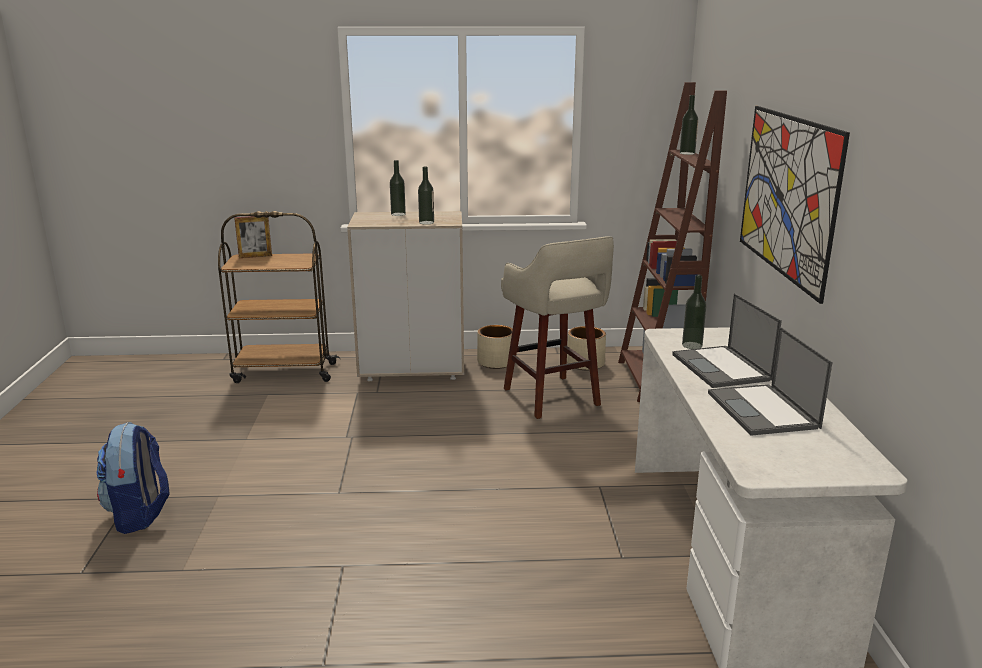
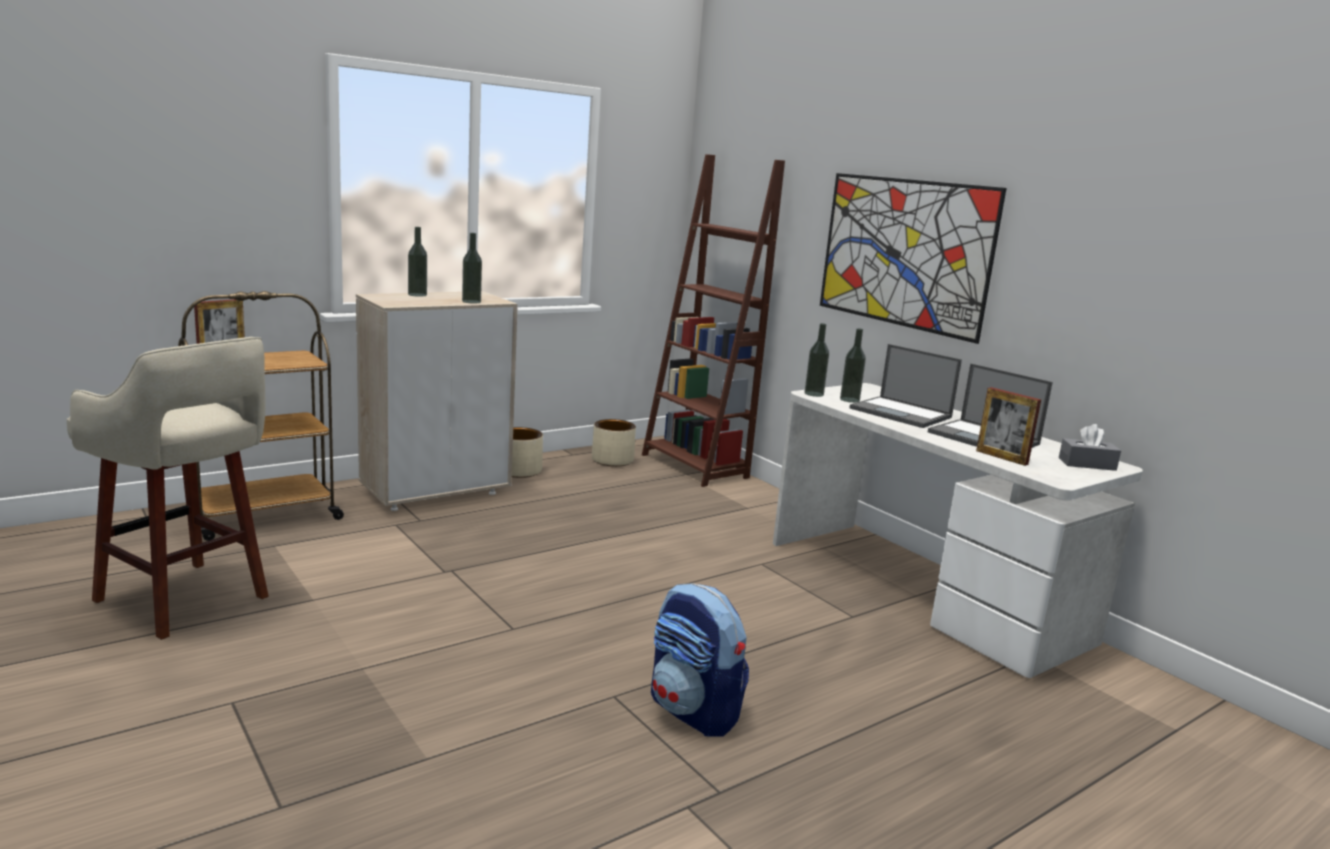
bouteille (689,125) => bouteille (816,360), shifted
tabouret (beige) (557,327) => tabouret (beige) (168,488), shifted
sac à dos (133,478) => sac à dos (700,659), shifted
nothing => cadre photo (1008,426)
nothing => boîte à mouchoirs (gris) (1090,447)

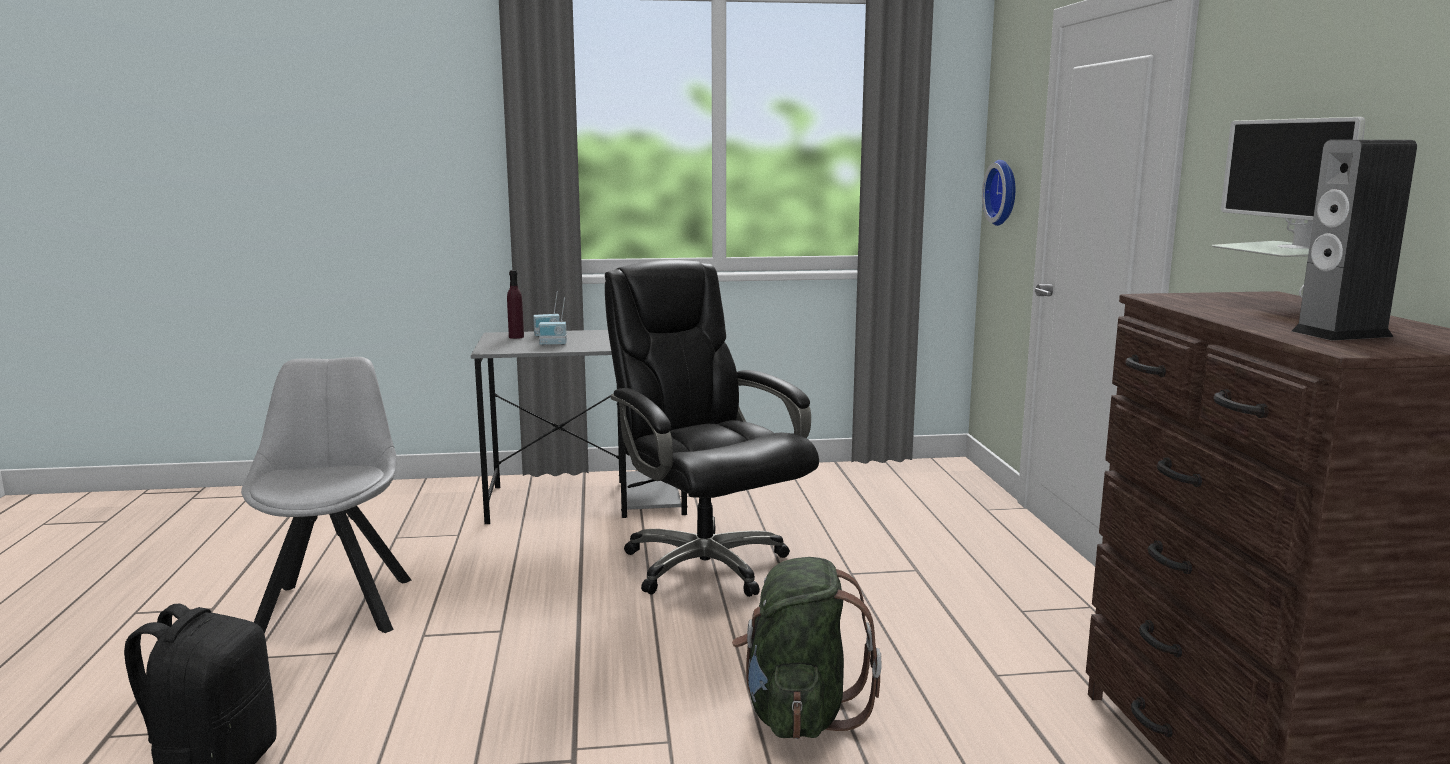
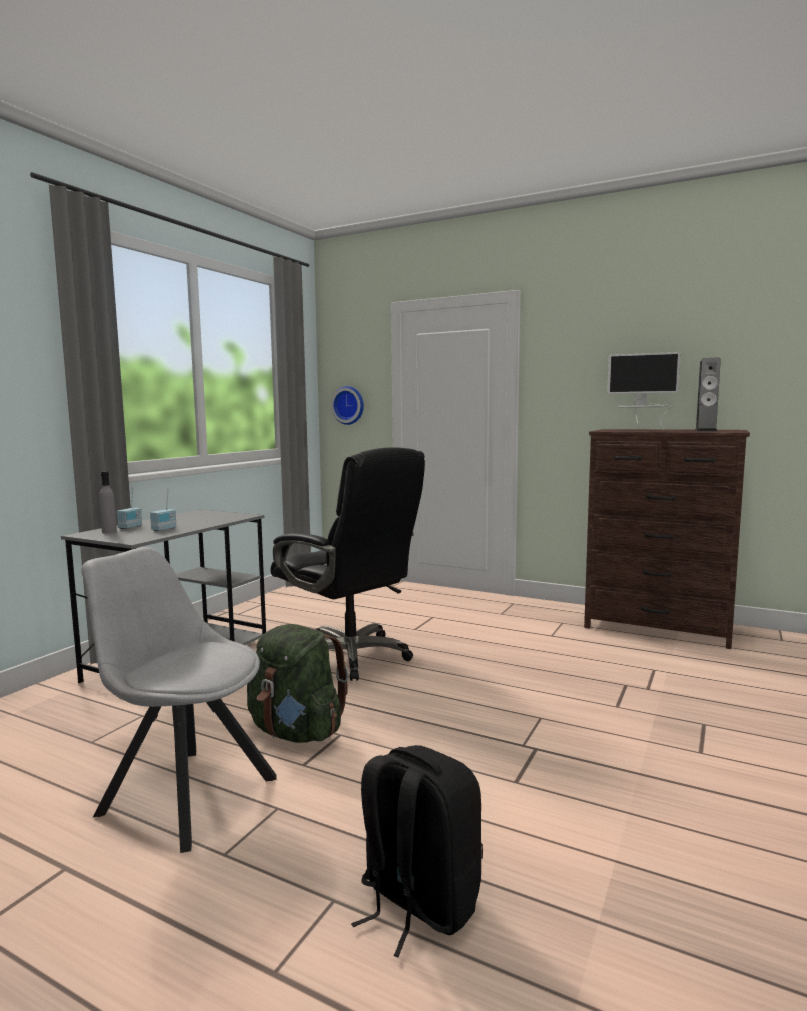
chaise de bureau (noir) (712,428) => chaise de bureau (noir) (348,564), 135 degrees counterclockwise
bouteille (violet) (515,304) => bouteille (gris) (108,502)
sac à dos (vert) (807,648) => sac à dos (vert) (298,683), shifted

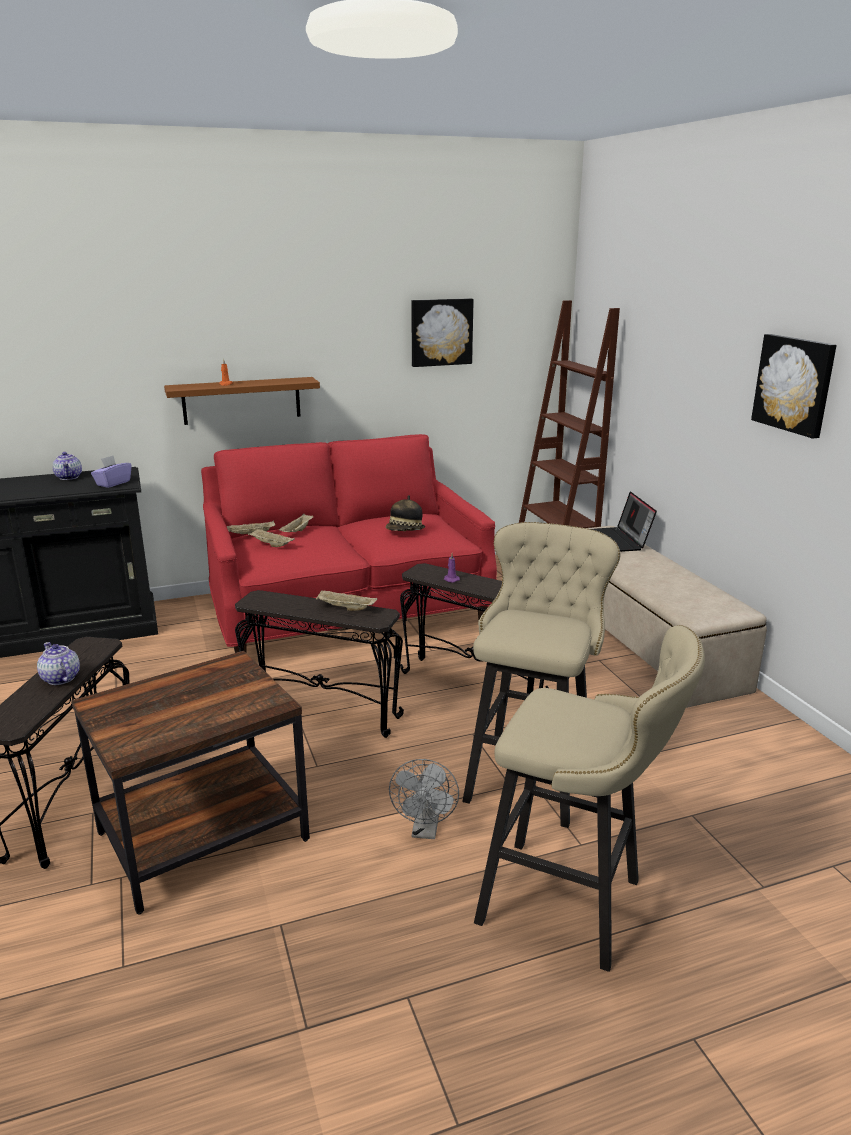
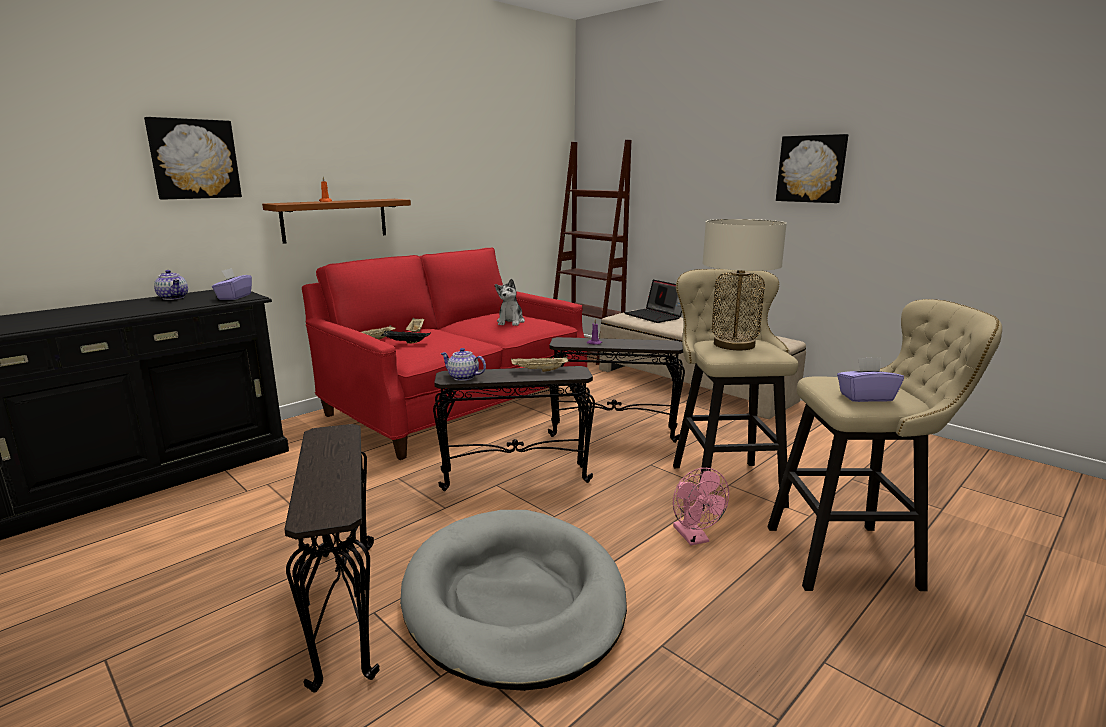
tableau (442,332) => tableau (193,158), shifted
chapeau (405,513) => peluche (510,302)
plateau (beige) (271,538) => plateau (noir) (406,337)
théière (58,663) => théière (463,364), shifted
table d'appoint (marron) (190,782) => panier pour chien (gris) (513,600)
ventilateur (gris) (424,799) => ventilateur (rose) (701,507)
nothing => lampe de table (744,284)
nothing => boîte à mouchoirs (violet) (870,379)

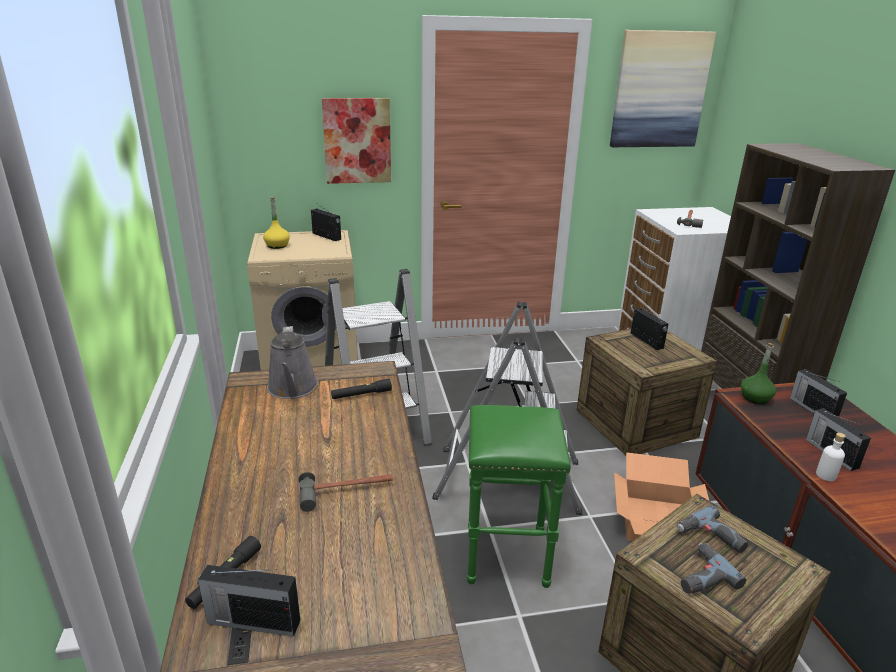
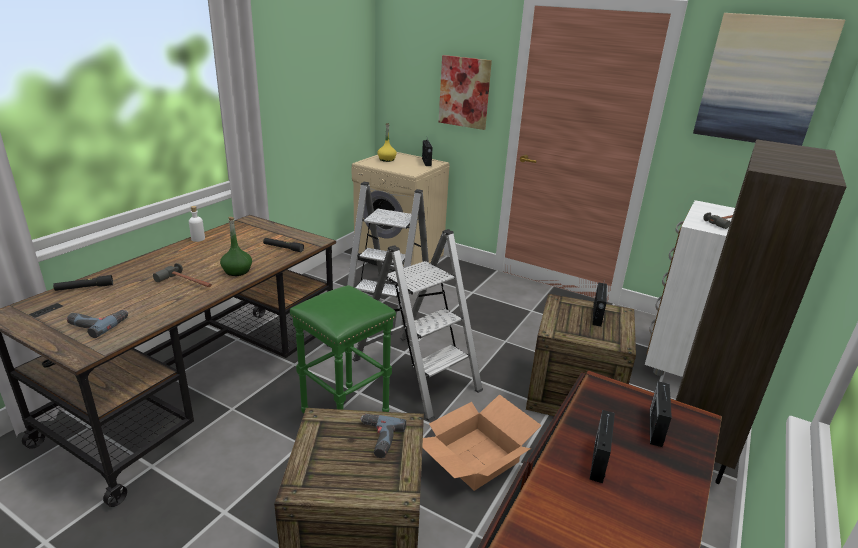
arrosoir (gris) (292,362) => nothing
bouteille (vert) (758,373) => bouteille (vert) (236,246), shifted
bouteille (blanc) (830,457) => bouteille (blanc) (197,224), shifted
perceuse (713,568) => perceuse (97,324), shifted
radio (248,601) => nothing

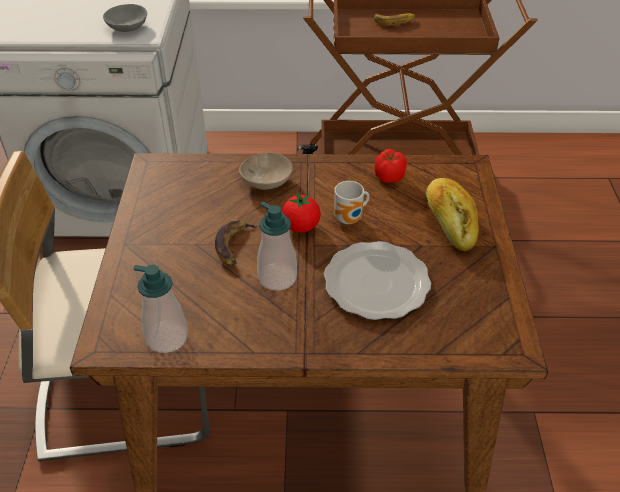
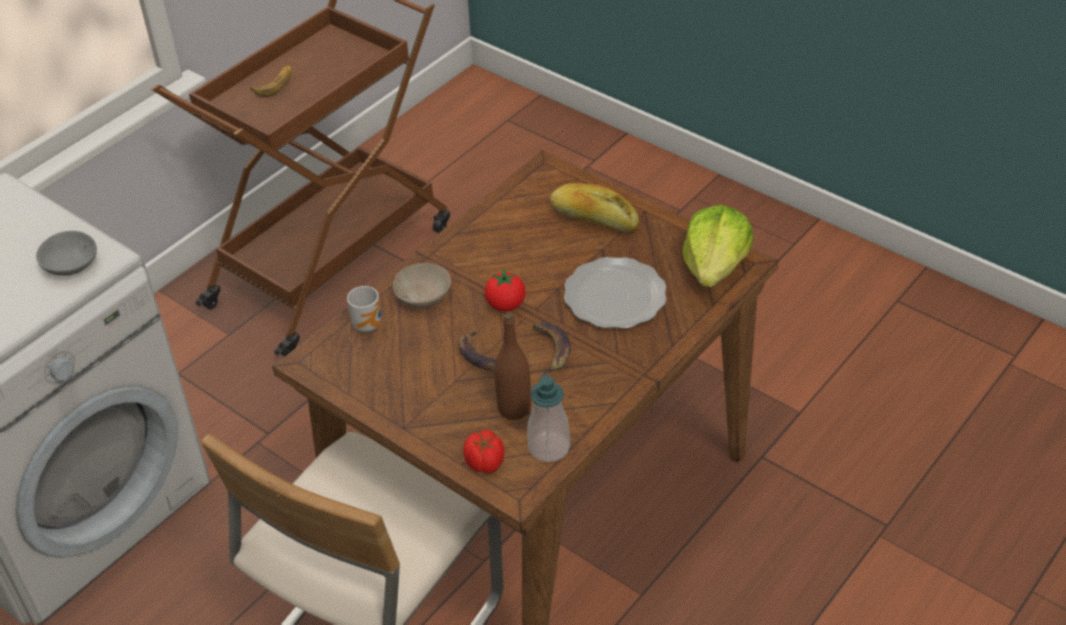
tomate (391,166) => tomate (483,451), shifted
mug (352,202) => mug (364,309), shifted
distributeur de savon (277,246) => banane (552,349)
nothing => laitue (718,246)
nothing => bouteille (marron) (512,366)

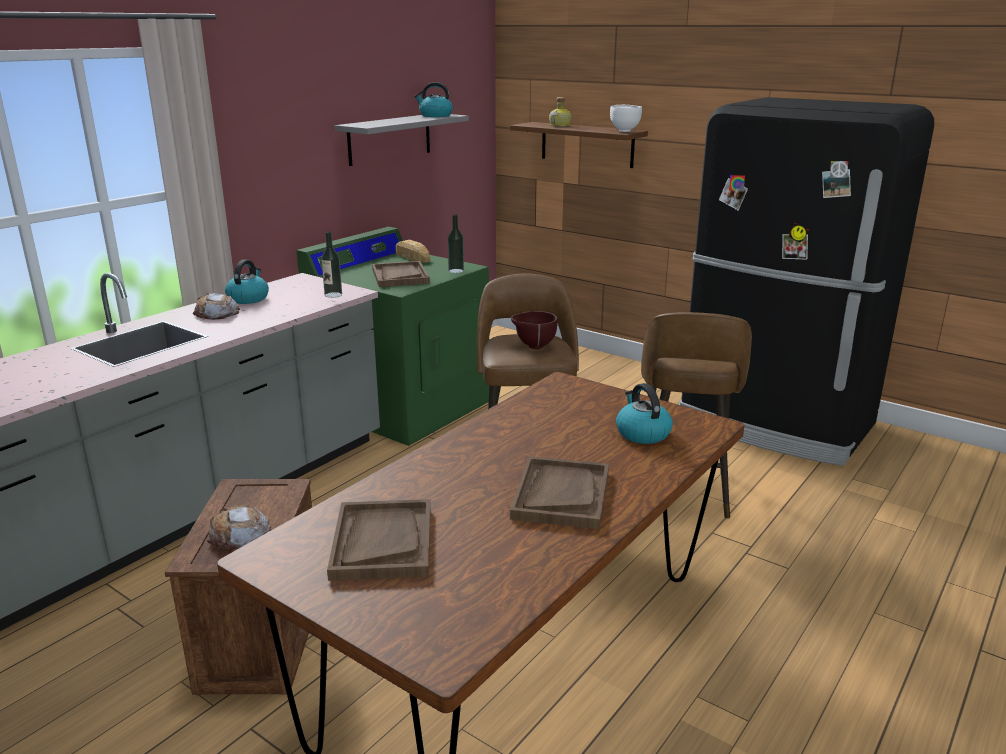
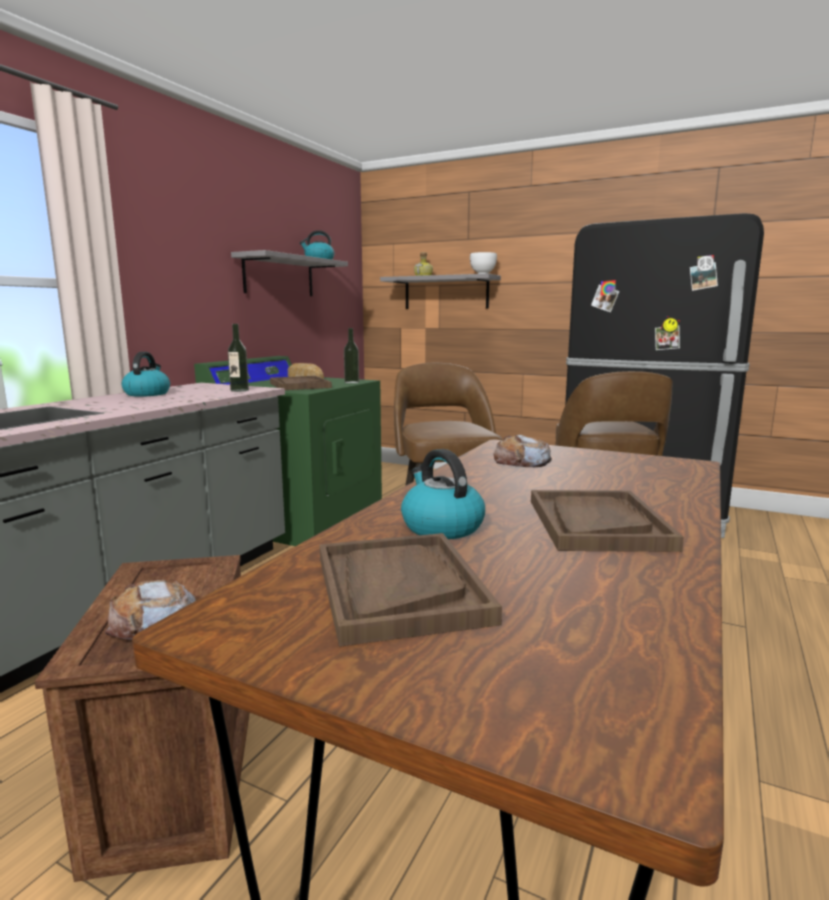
étagère (marron) (579,145) => étagère (gris) (440,291)
pain (216,306) => pain (522,451), shifted
bol (marron) (534,330) => nothing
bouilloire (644,413) => bouilloire (443,494), shifted

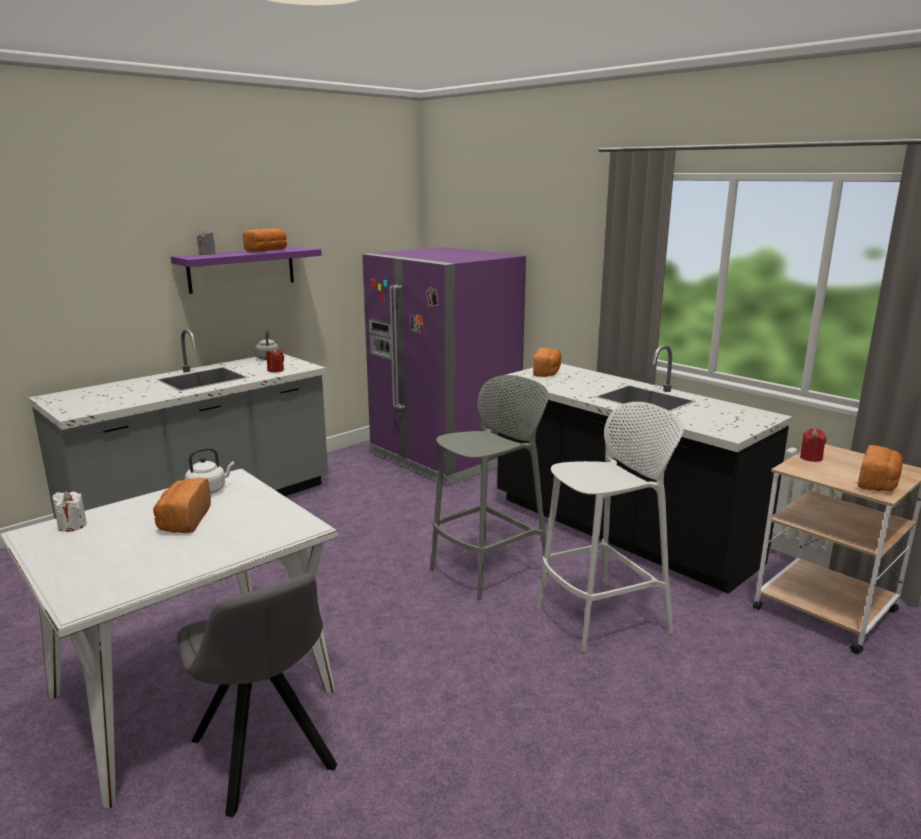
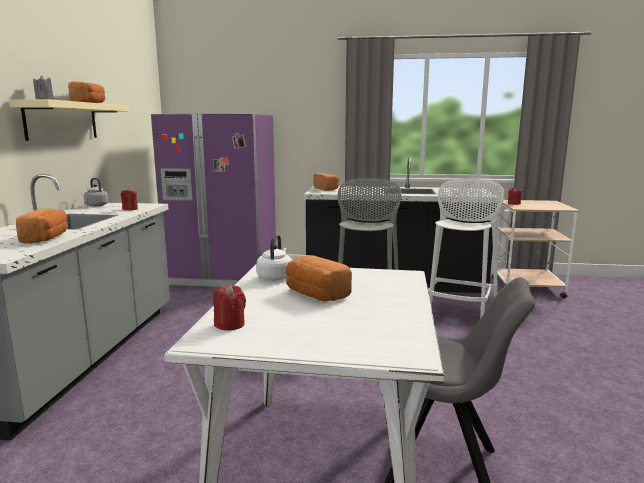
étagère (violet) (246,270) => étagère (beige) (69,120)
pain (880,468) => pain (42,226), shifted
bougie (blanc) (69,511) => bougie (rouge) (229,307)

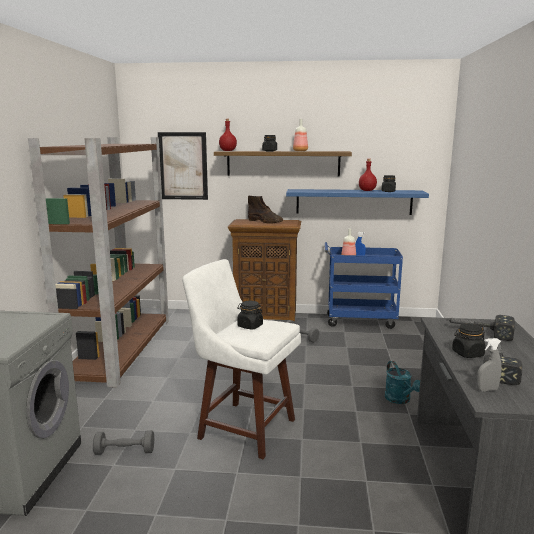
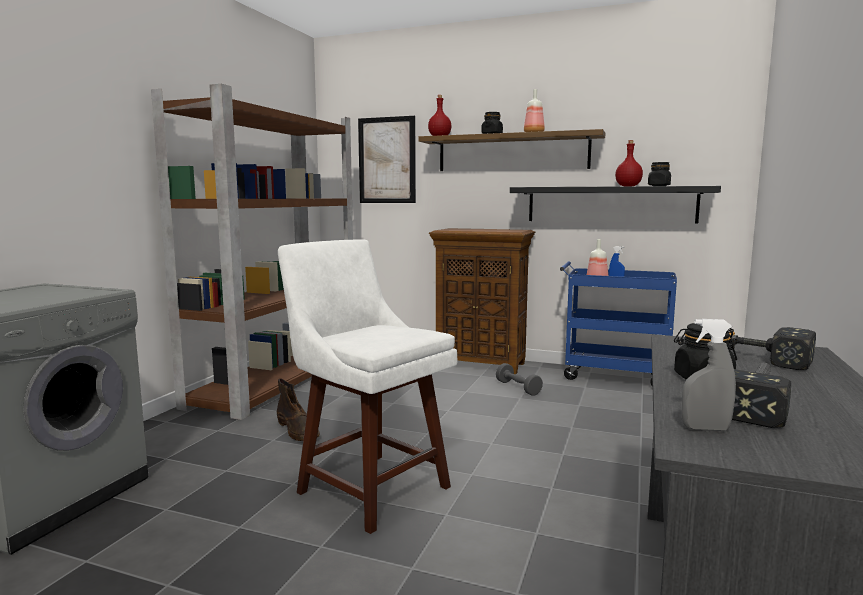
étagère (bleu) (357,202) => étagère (noir) (615,204)
botte (marron) (265,210) => botte (marron) (298,409), shifted
bocal (noir) (250,315) => nothing
arrosoir (turquoise) (402,382) => nothing
haltère (gris) (123,442) => nothing

